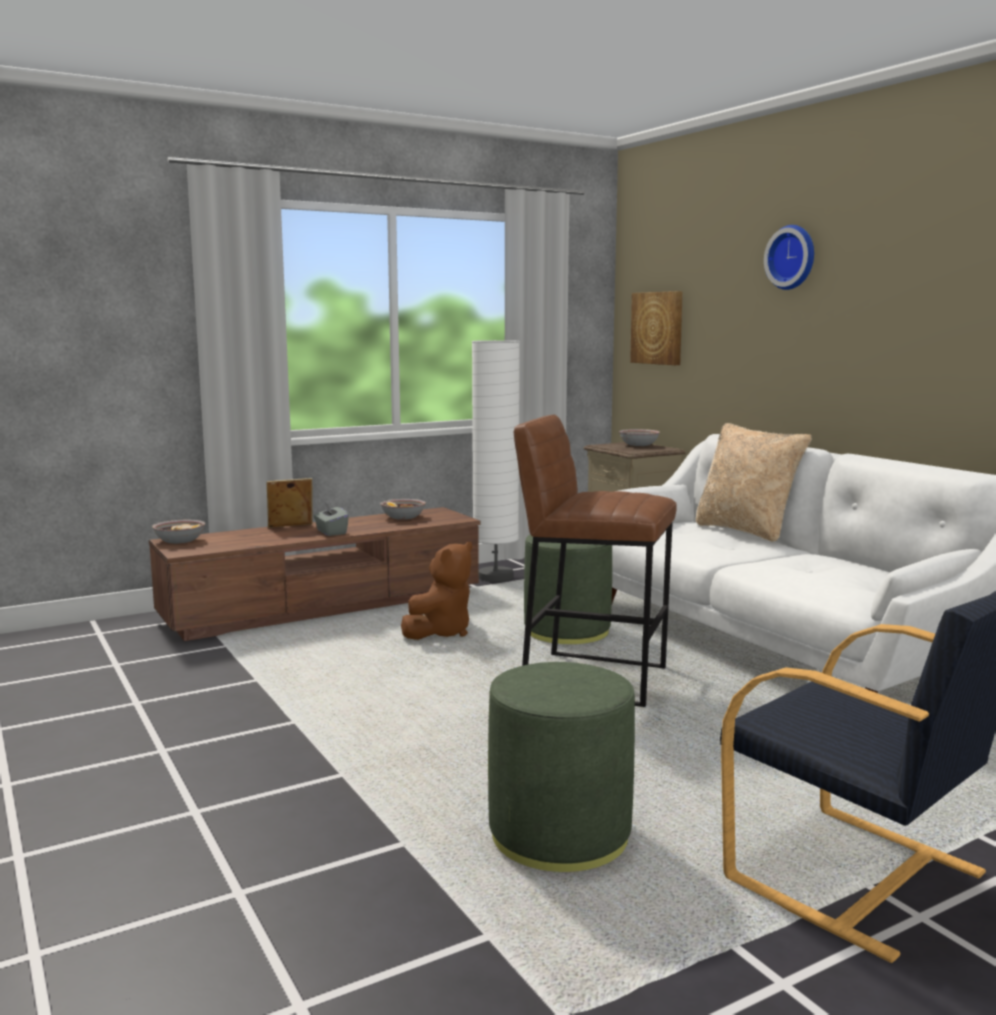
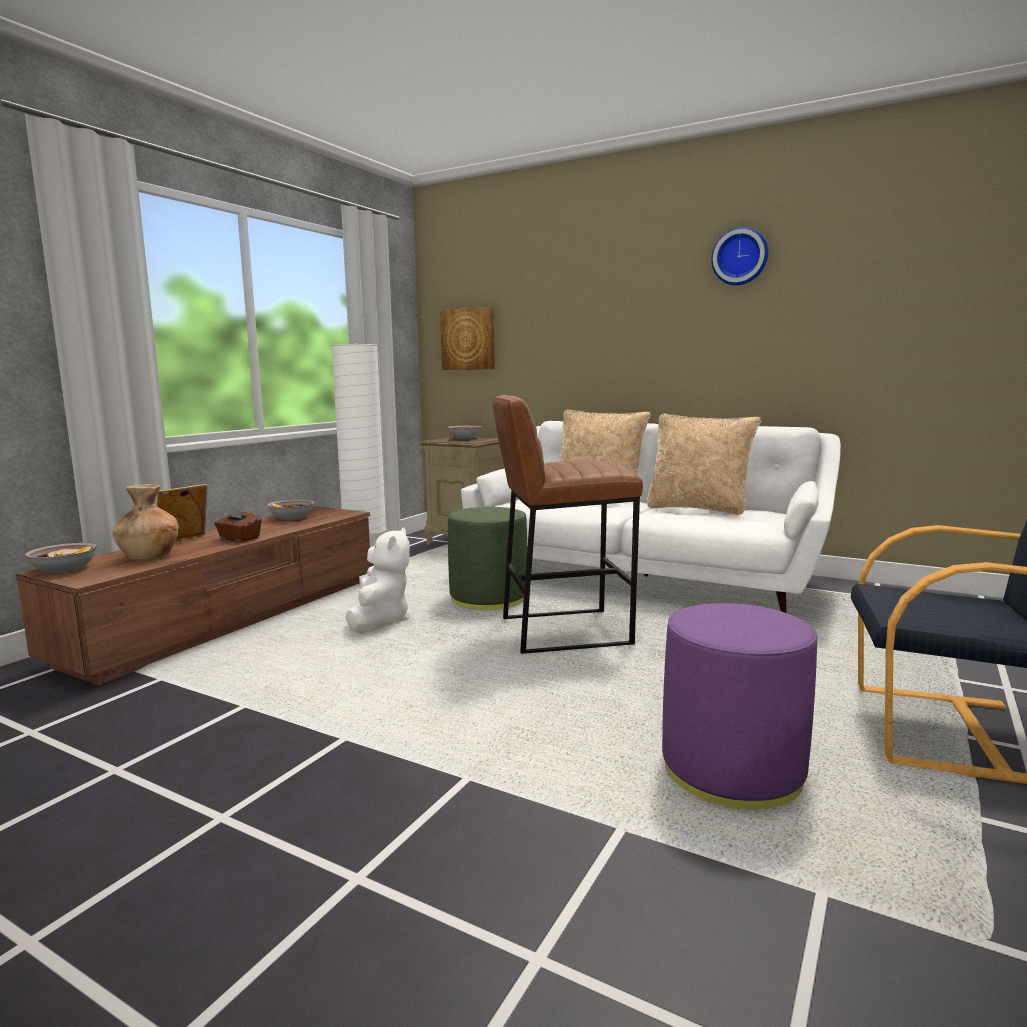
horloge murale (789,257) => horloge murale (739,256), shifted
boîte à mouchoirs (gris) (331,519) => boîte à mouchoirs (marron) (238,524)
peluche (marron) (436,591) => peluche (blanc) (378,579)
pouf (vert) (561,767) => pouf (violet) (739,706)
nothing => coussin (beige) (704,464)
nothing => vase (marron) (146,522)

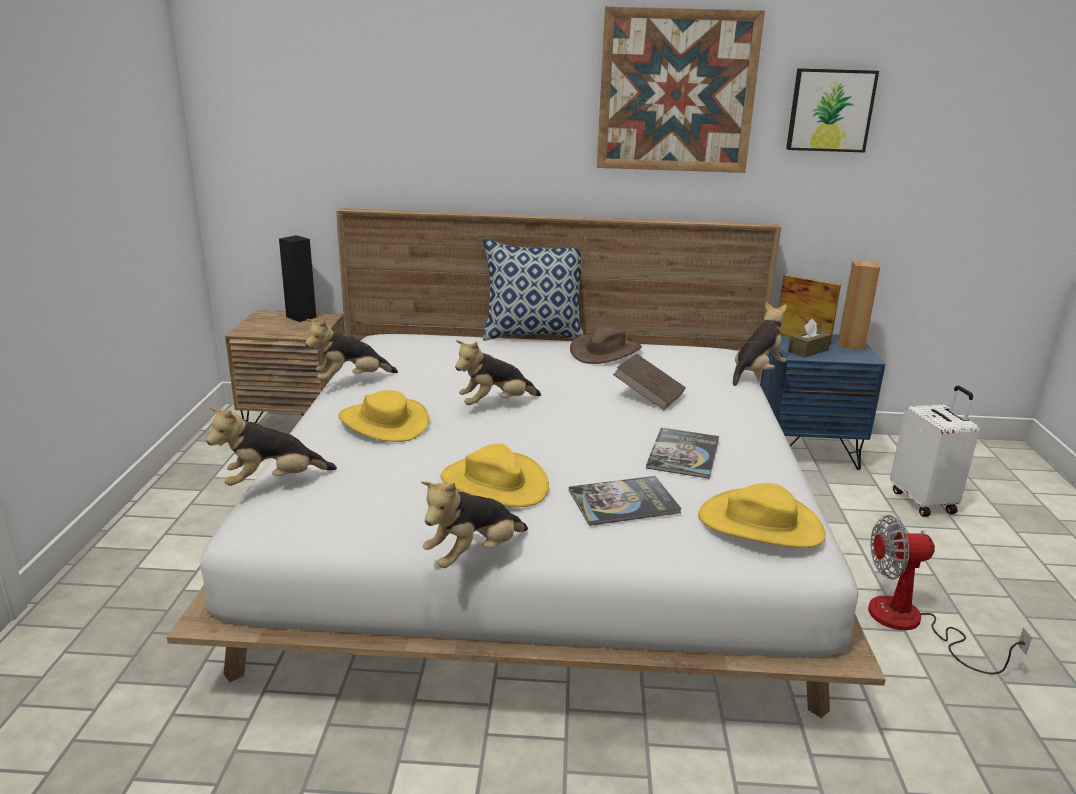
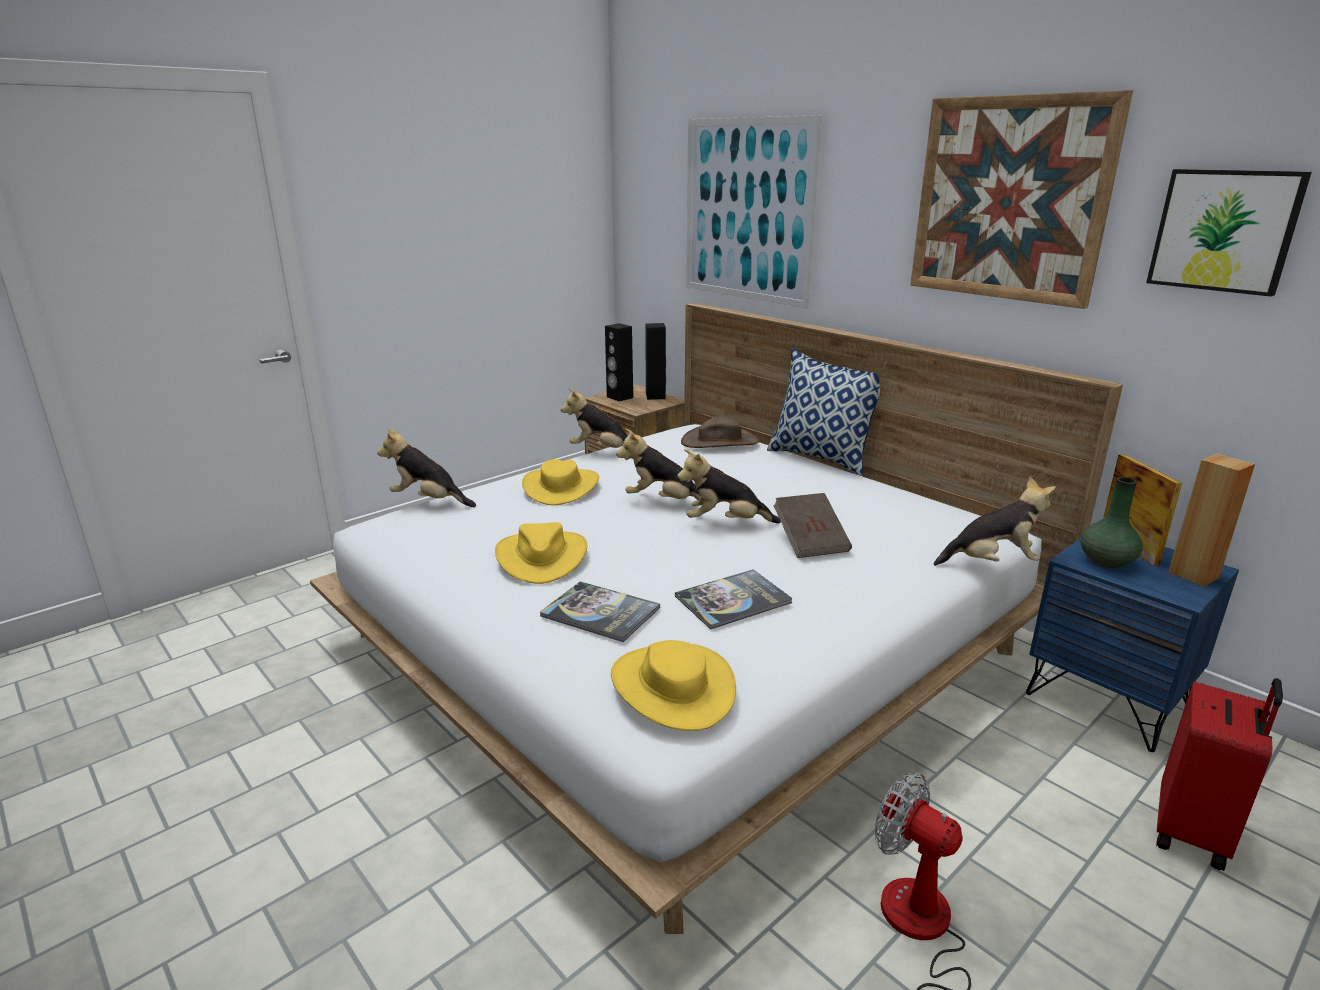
boîte à mouchoirs (marron) (809,338) => vase (vert) (1112,522)
chapeau (marron) (606,344) => chapeau (marron) (720,431), shifted
valise (blanc) (934,451) => valise (rouge) (1219,774)
peluche (474,524) => peluche (729,486), shifted
nothing => tableau (755,212)
nothing => enceinte (noir) (619,362)

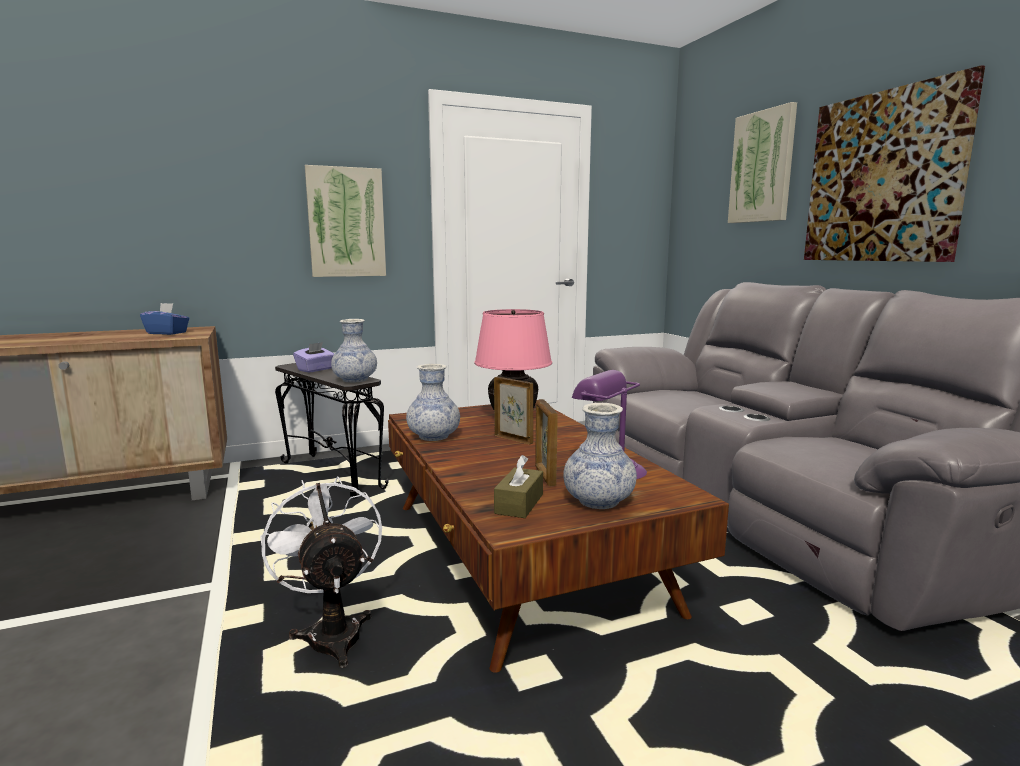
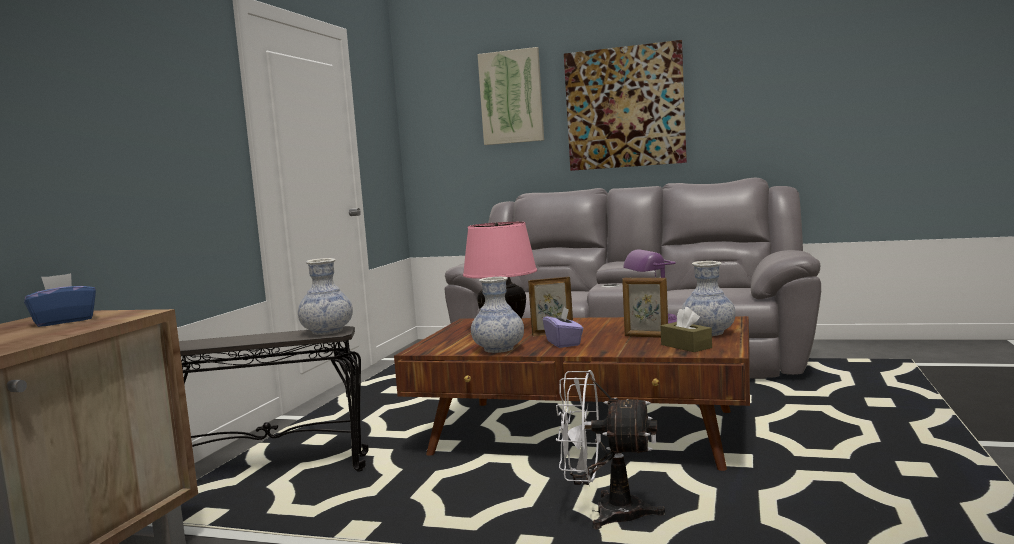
tableau (345,221) => nothing
boîte à mouchoirs (violet) (313,357) => boîte à mouchoirs (violet) (563,327), shifted

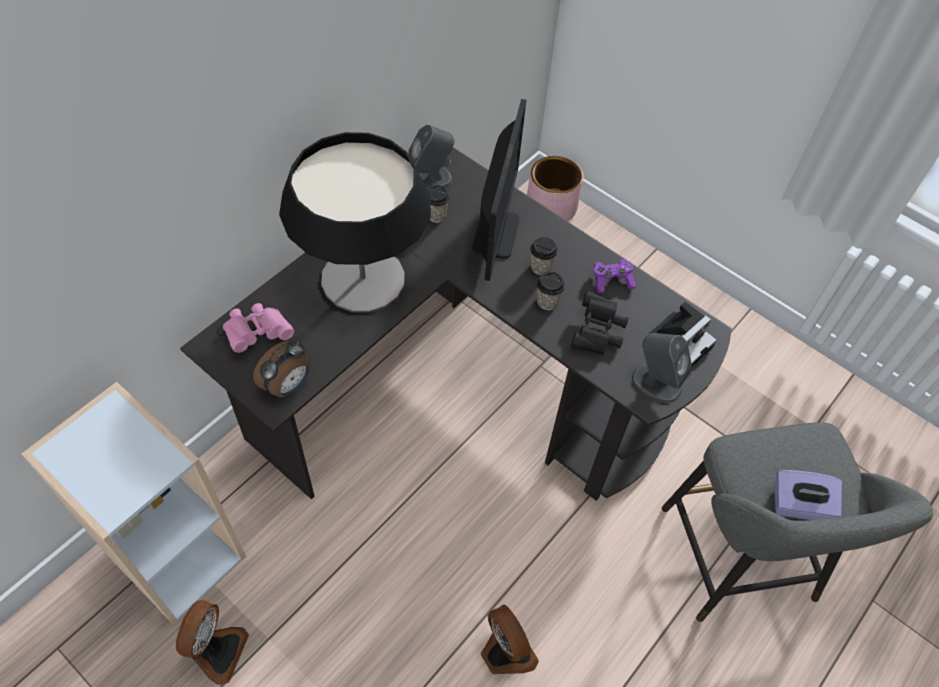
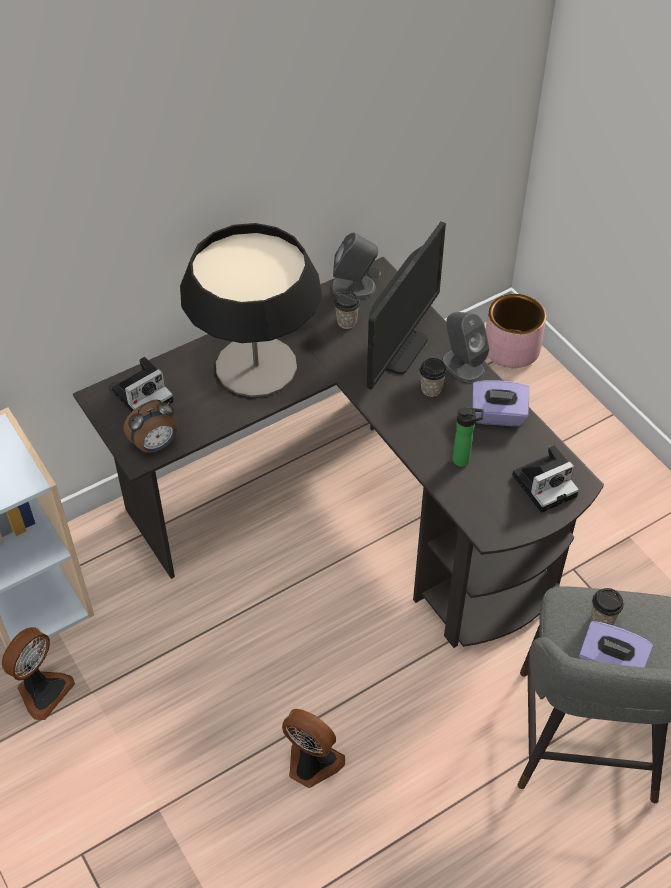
manette (violet) (614,276) => boîte à mouchoirs (violet) (501,403)
tasse (551,291) => tasse (607,606), shifted
jumelles (noir) (599,323) => bouteille (467,437)
jumelles (rose) (258,328) => appareil photo (143,384)
enceinte (gris) (662,368) => enceinte (gris) (466,347), shifted
ventilateur (510,639) => ventilateur (313,748), 45 degrees counterclockwise

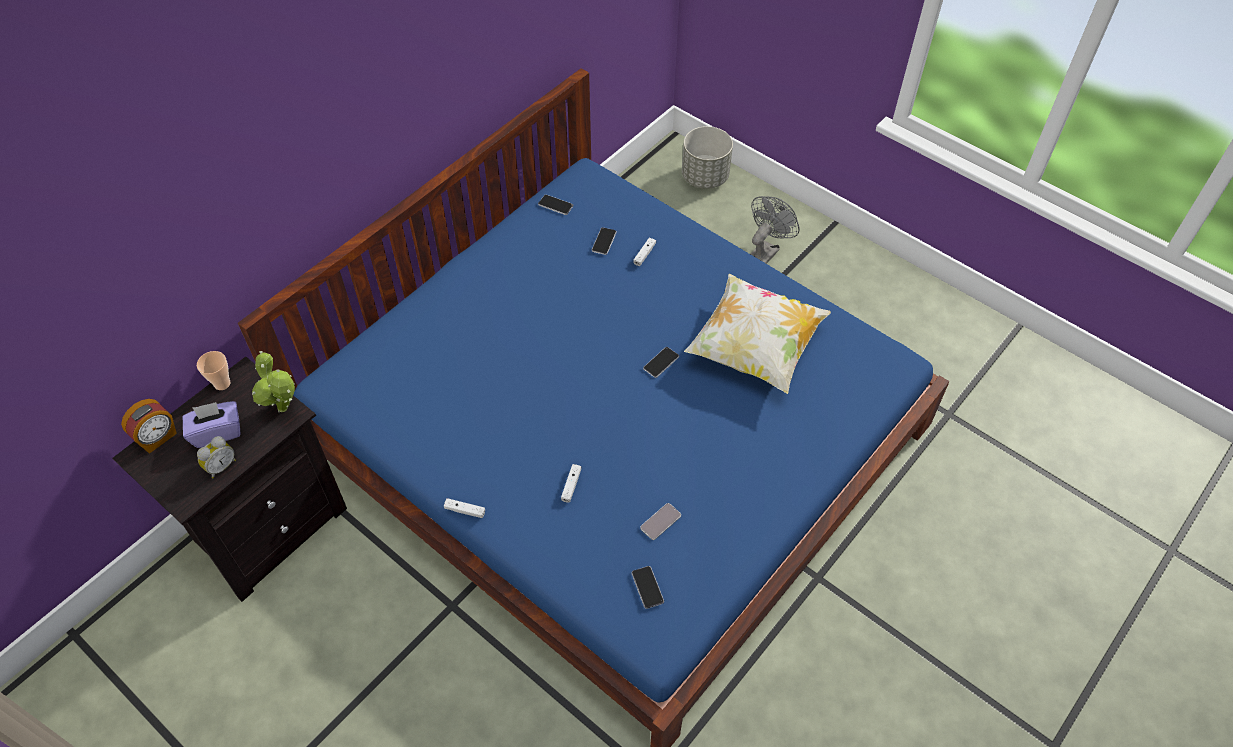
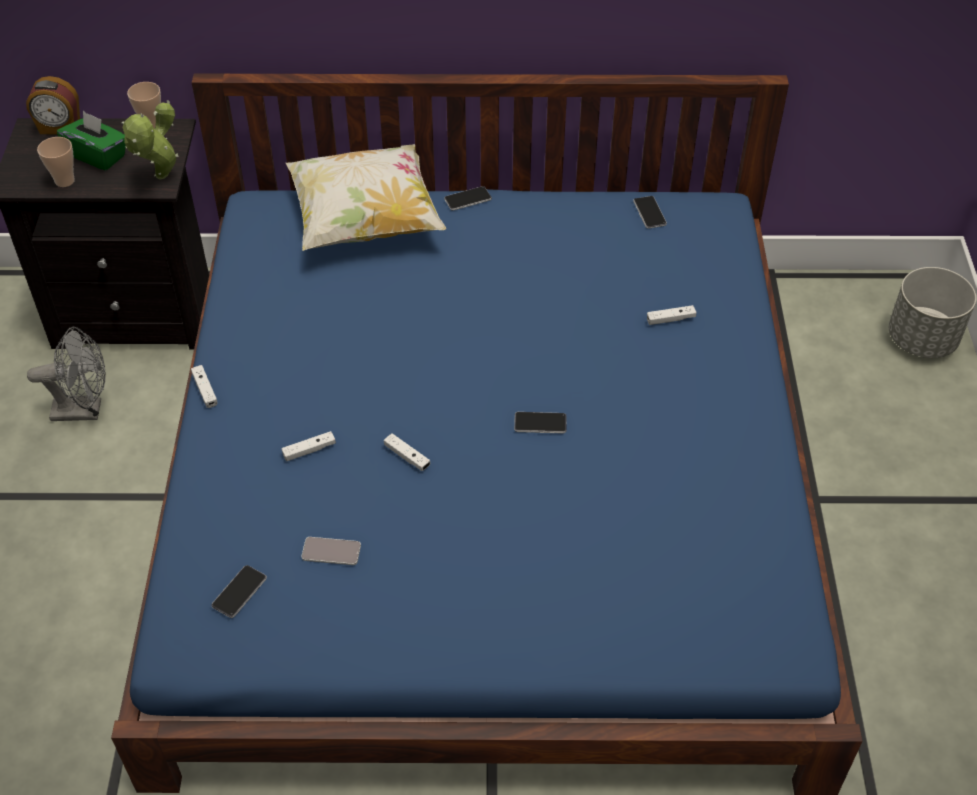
ventilateur (gris) (775,230) => ventilateur (gris) (66,374), shifted
téléphone (604,241) => téléphone (468,198), shifted
coussin (757,334) => coussin (366,197), shifted
boîte à mouchoirs (violet) (212,424) => boîte à mouchoirs (vert) (91,141)
réveil (216,457) => tasse (56,162)
nothing => manette (blanc) (407,452)

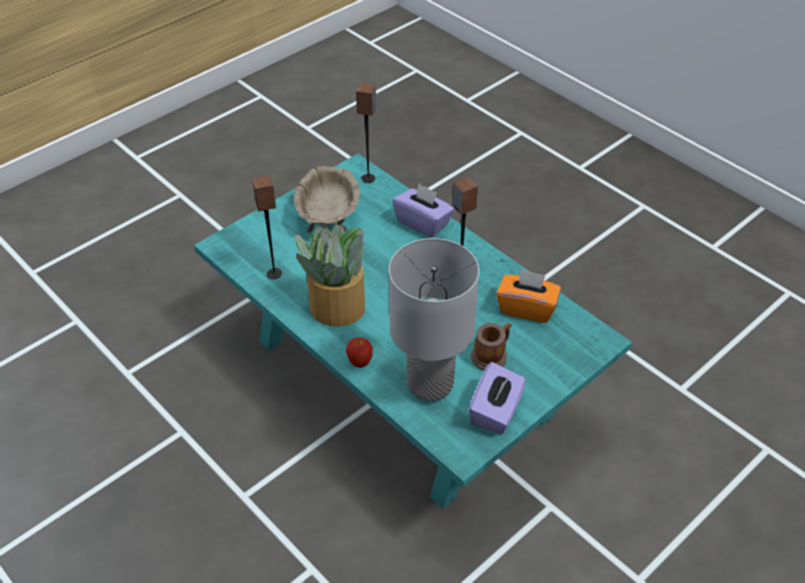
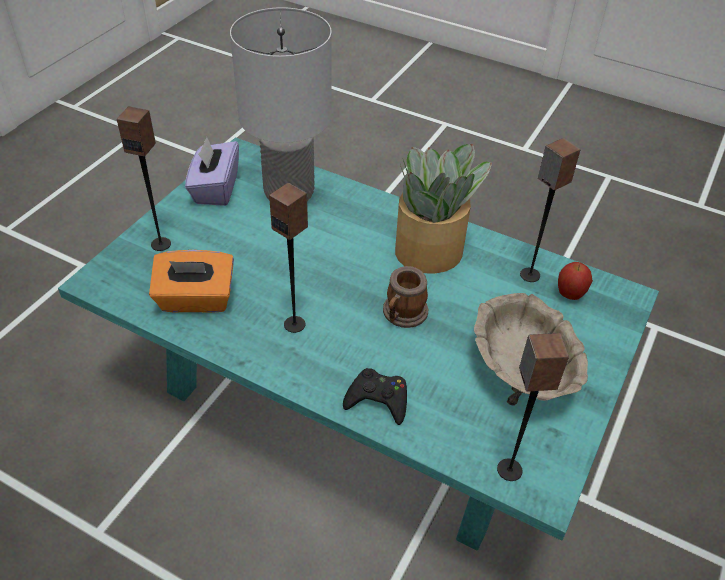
boîte à mouchoirs (violet) (423,210) => manette (noir) (375,396)
mug (491,347) => mug (405,297), shifted
pomme (359,352) => pomme (575,281), shifted
nothing => enceinte (144,178)

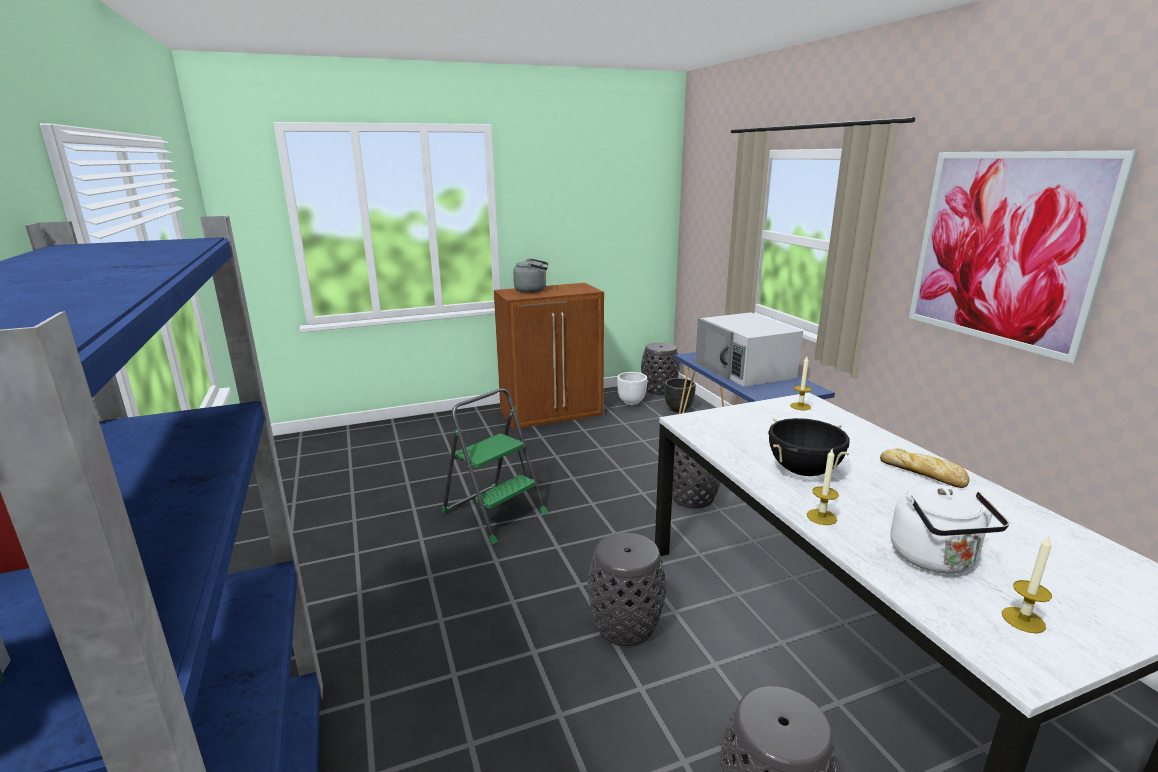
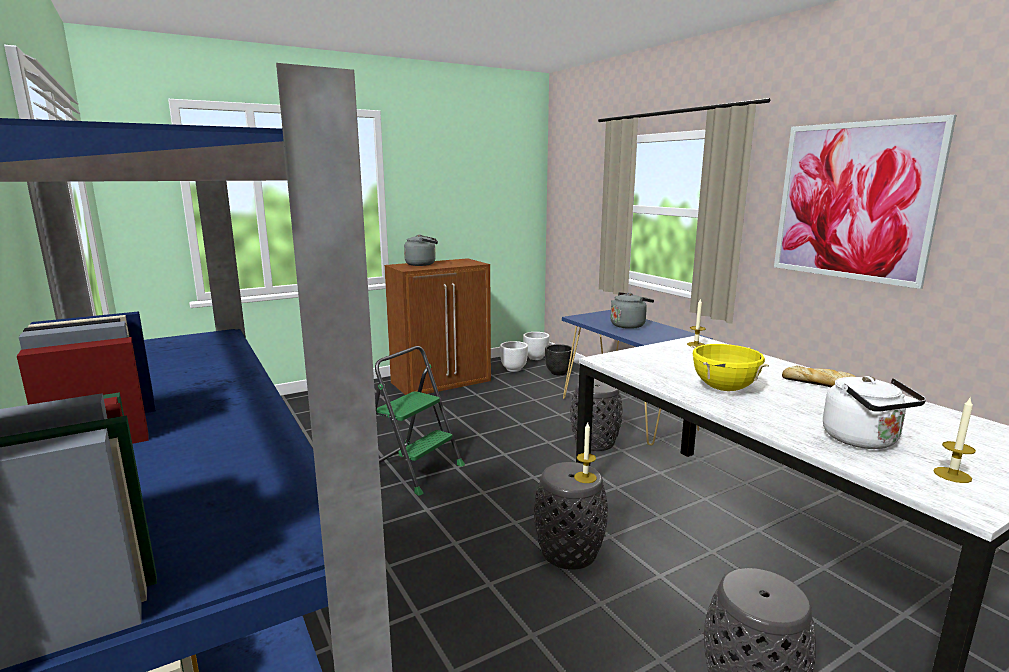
micro-ondes (blanc) (749,349) => bouilloire (gris) (632,310)
tabouret (gris) (660,369) => cache-pot (blanc) (536,346)
marmite (noir) (809,447) => marmite (jaune) (730,367)
bougie (823,487) => bougie (585,453), shifted

